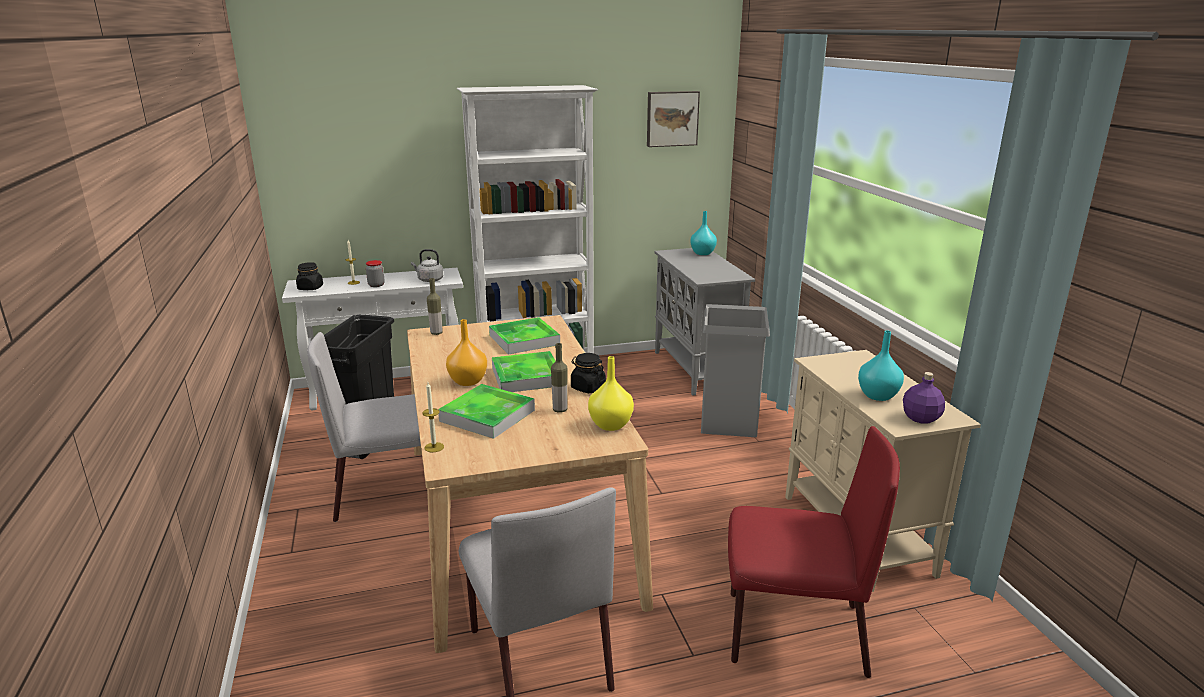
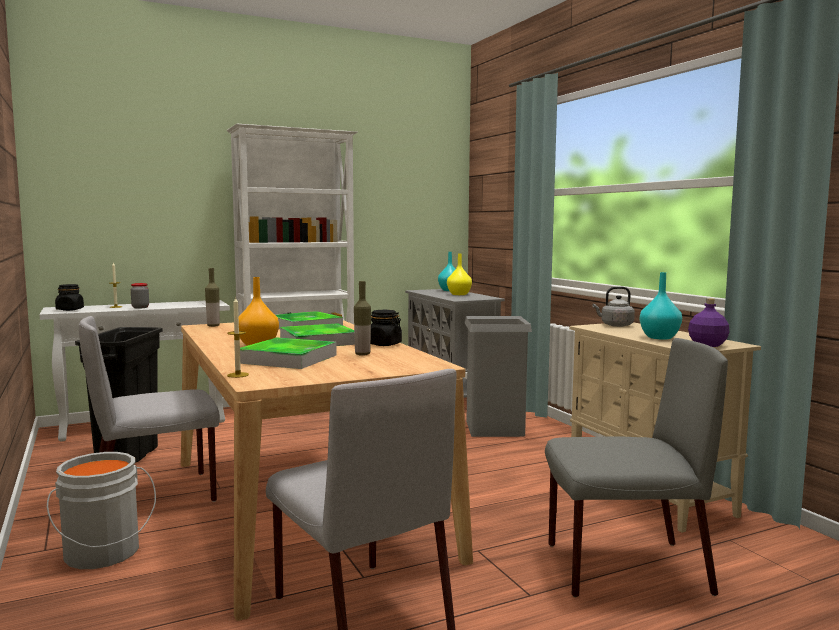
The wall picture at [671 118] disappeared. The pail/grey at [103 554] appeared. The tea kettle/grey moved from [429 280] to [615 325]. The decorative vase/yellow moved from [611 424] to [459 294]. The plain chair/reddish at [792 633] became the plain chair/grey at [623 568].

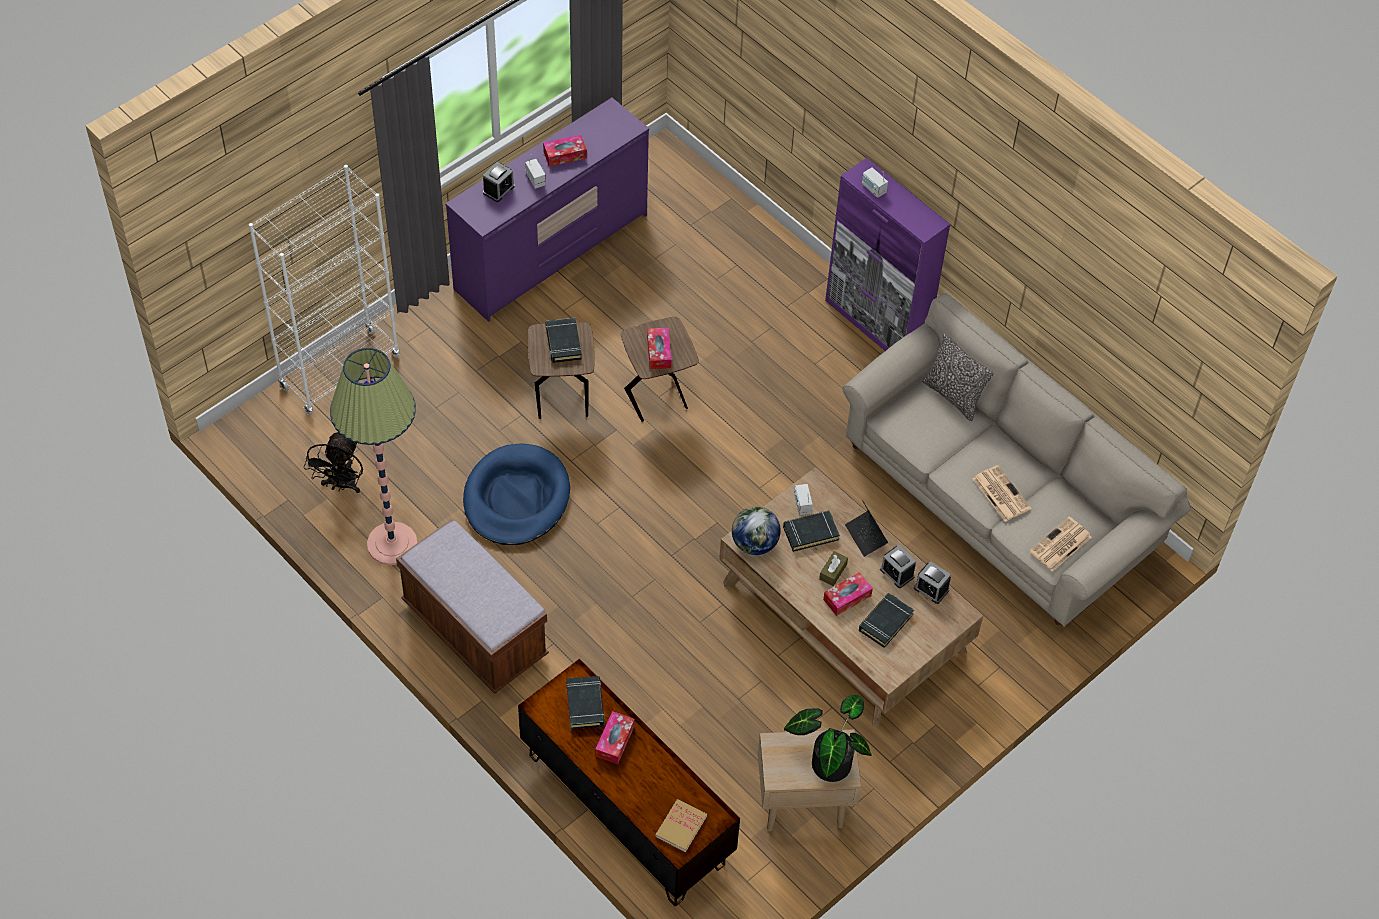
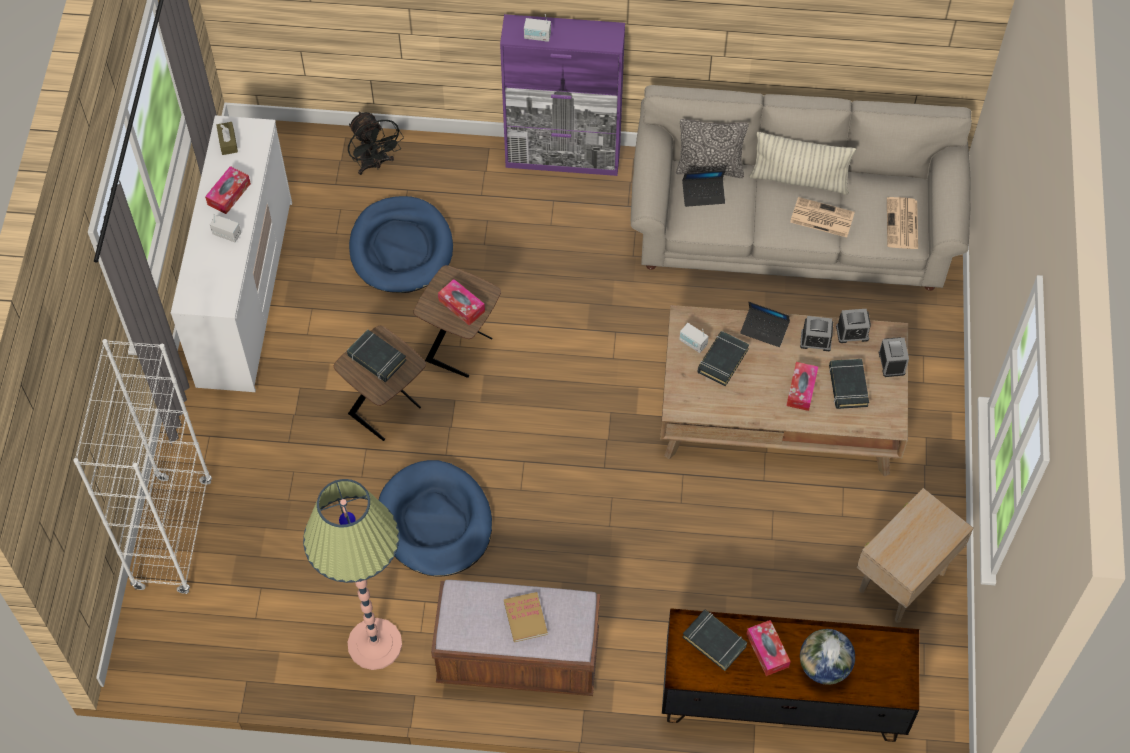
The plant in a pot at [828 761] disappeared. The pet bed/blue at [401 248] appeared. The portable computer at [703 194] appeared. The throw pillow at [799 180] appeared. The cooling fan/black moved from [341 485] to [375 164]. The table clock moved from [498 189] to [891 363]. The volume moved from [681 826] to [525 618]. The desk globe moved from [754 544] to [824 667]. The tissue holder/brownish moved from [833 572] to [228 142]. The dresser/purple at [552 252] became the dresser/white at [245 292].

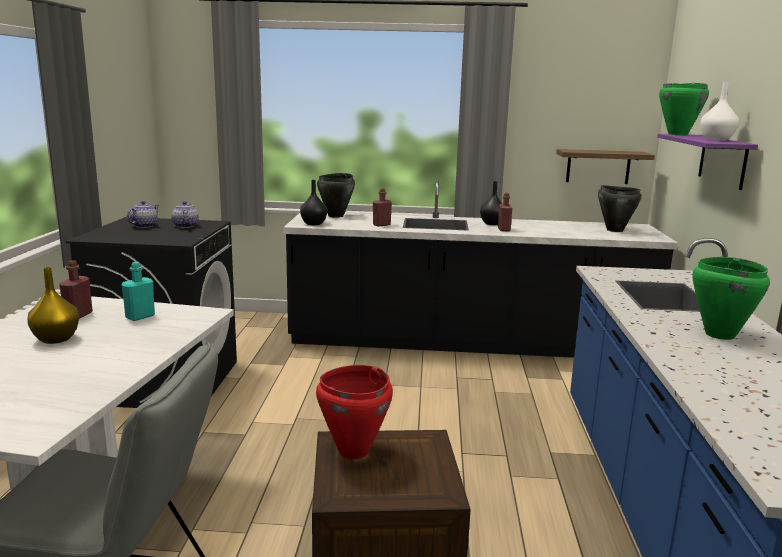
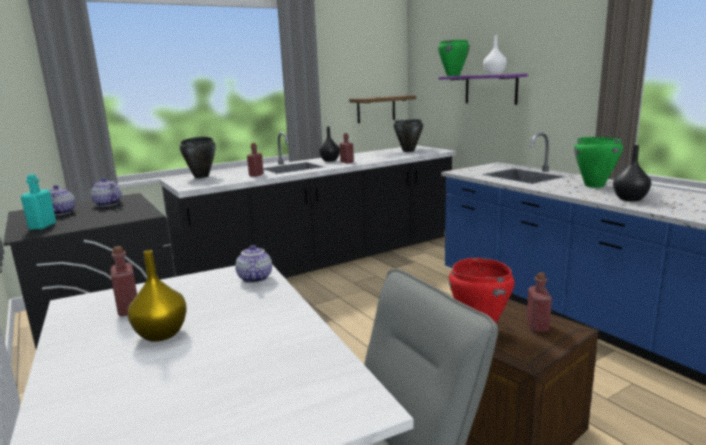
The pot for tea at [254 278] appeared. The beverage bottle/reddish at [537 326] appeared. The beverage bottle/turquoise-coloured moved from [140 316] to [42 226]. The decorative vase/black moved from [313 224] to [630 199].

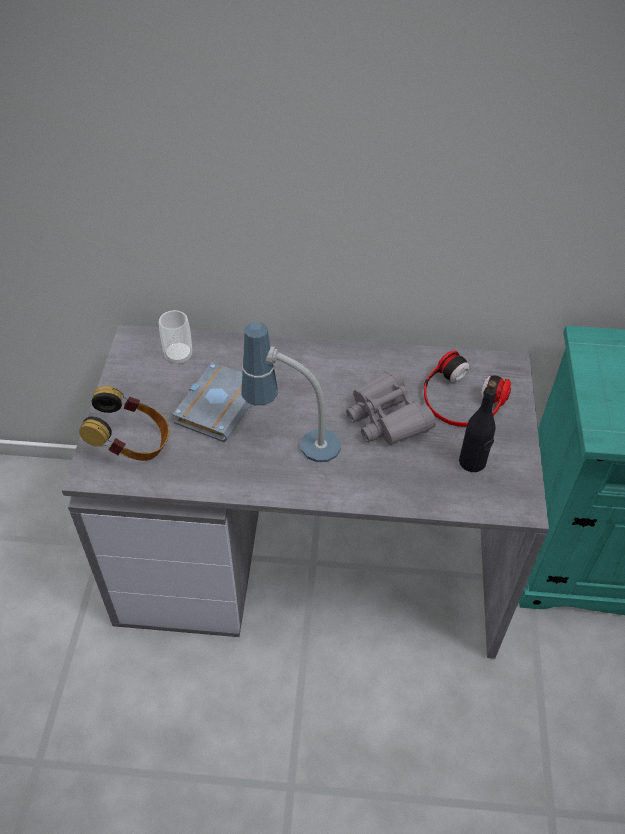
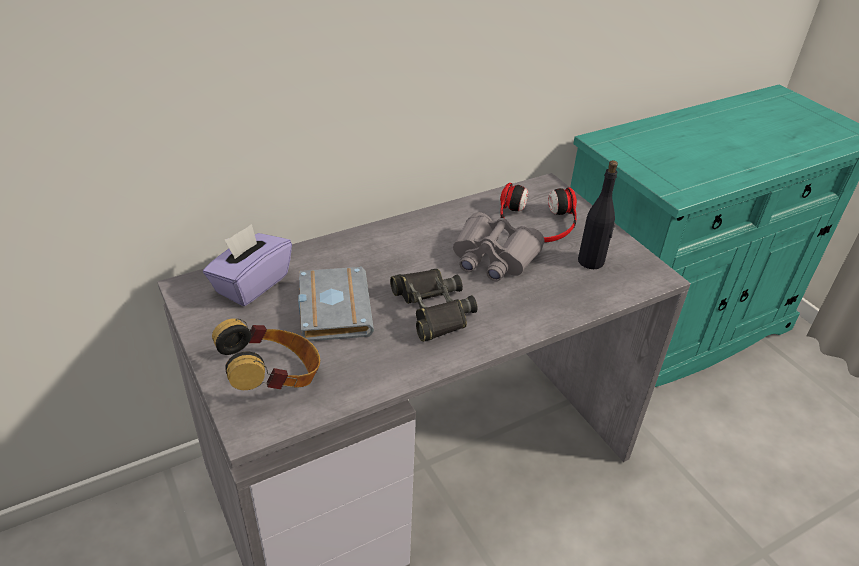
The drinking cup at [178 356] was replaced by the tissue holder/purple at [251 284]. The tabletop lamp at [292 442] was replaced by the binoculars/black at [432 309].

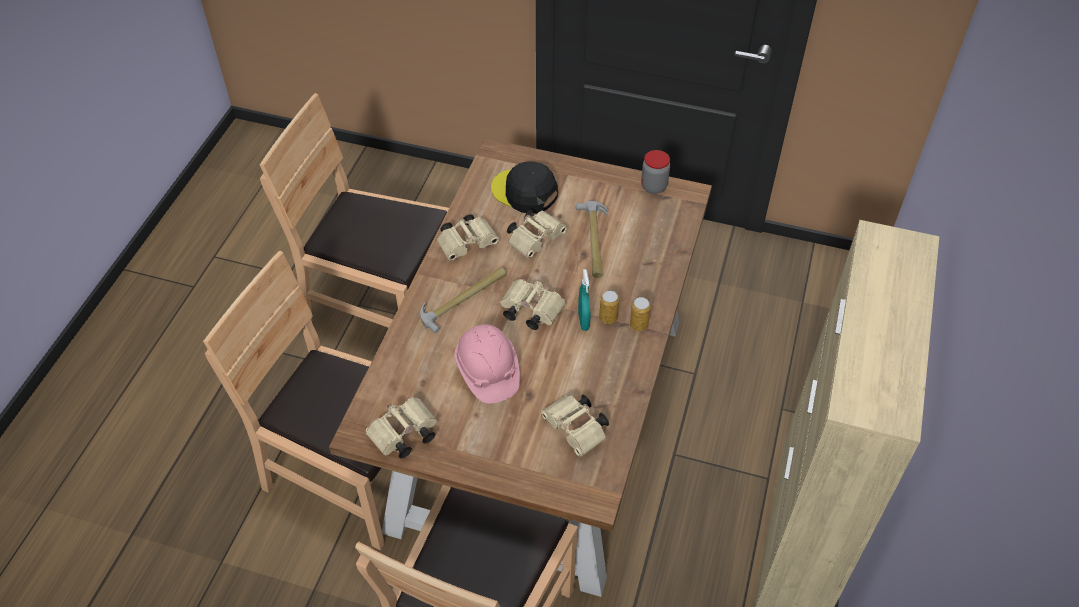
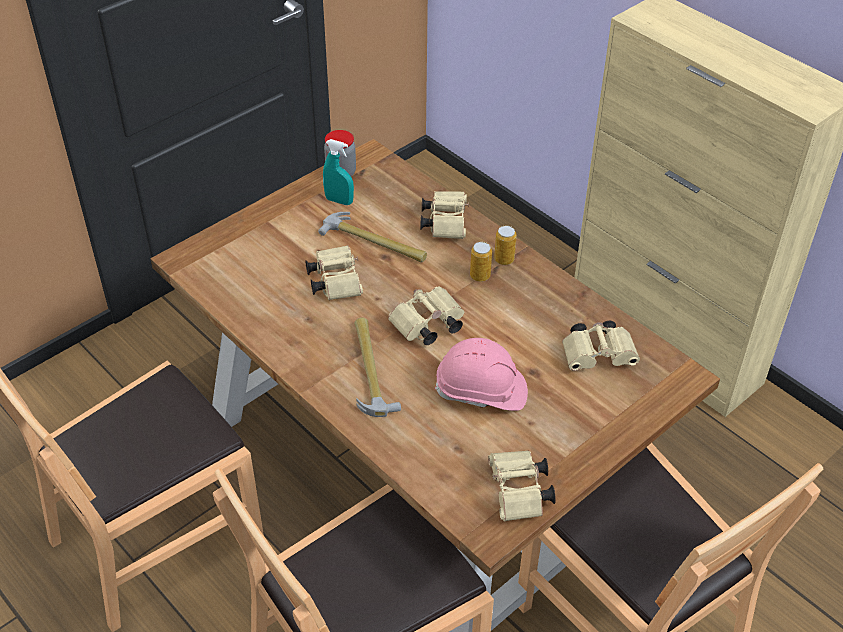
The baseball cap/black at [524 192] disappeared. The binoculars/sand-coloured moved from [468 244] to [445 222]. The hand sprayer/turquoise-coloured moved from [583 321] to [339 201].

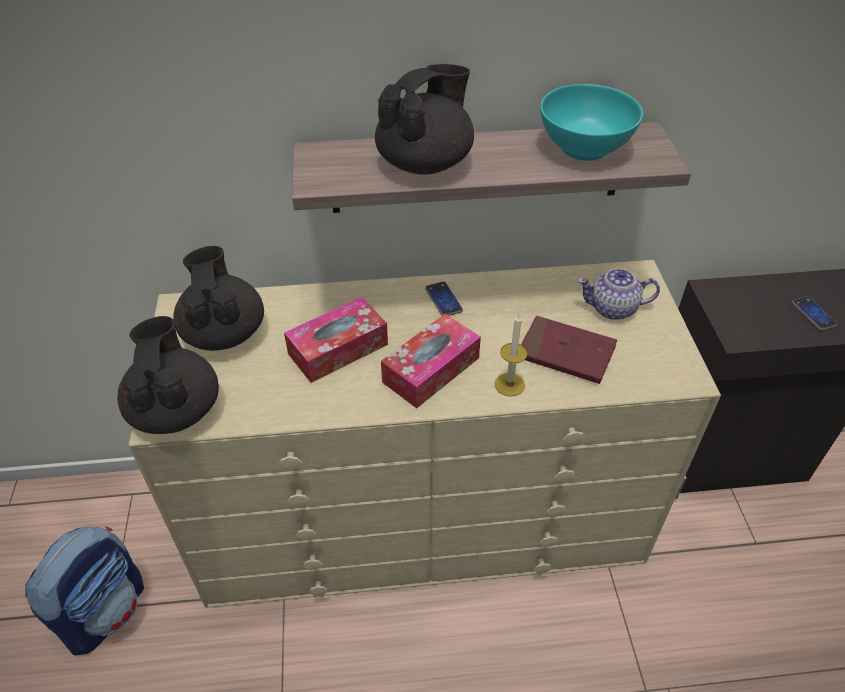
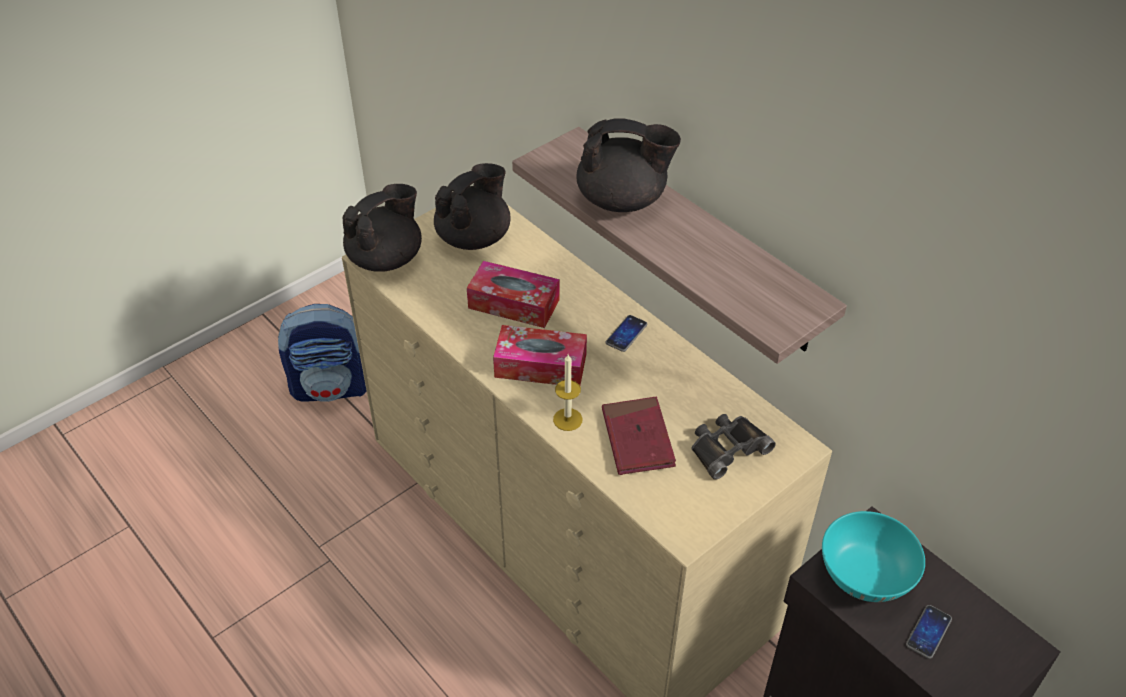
The deep dish/turquoise-coloured moved from [583 148] to [864 576]. The pot for tea at [613 308] was replaced by the binoculars/black at [727 448].

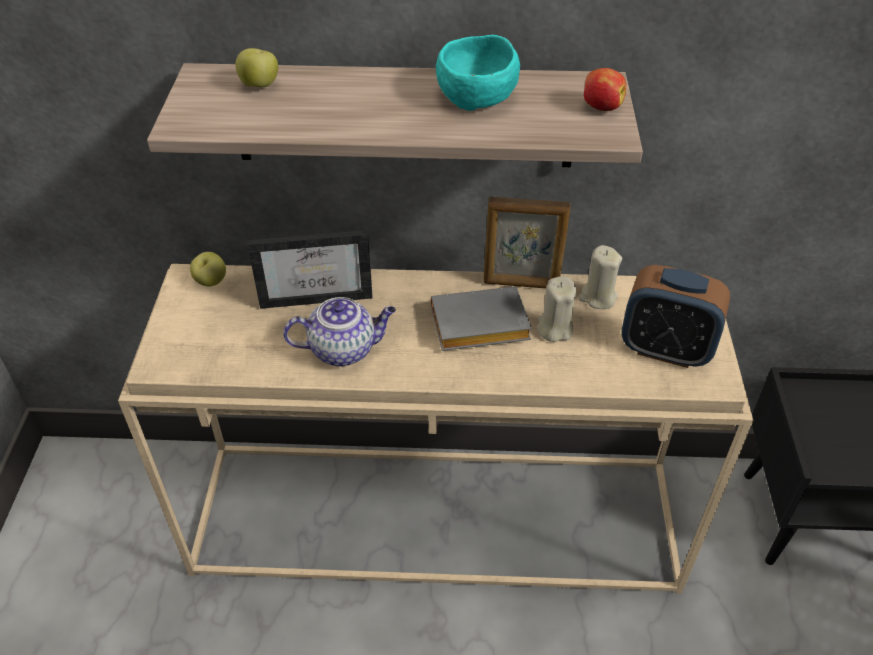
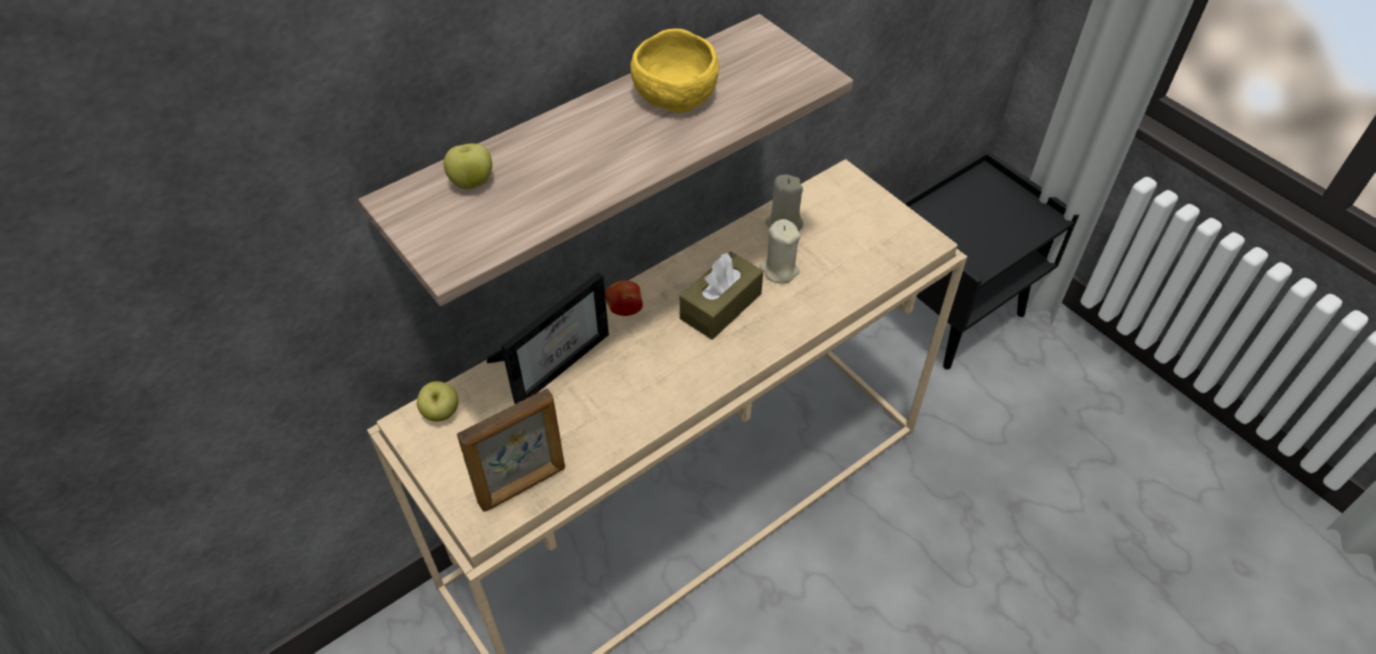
The pot for tea at [344 349] disappeared. The table clock at [665 349] disappeared. The picture frame moved from [521 284] to [523 486]. The whole apple moved from [601 107] to [624 309]. The volume/grey at [477 327] was replaced by the tissue holder/brownish at [721 306]. The deep dish/turquoise-coloured at [475 97] became the deep dish/yellow at [675 95].

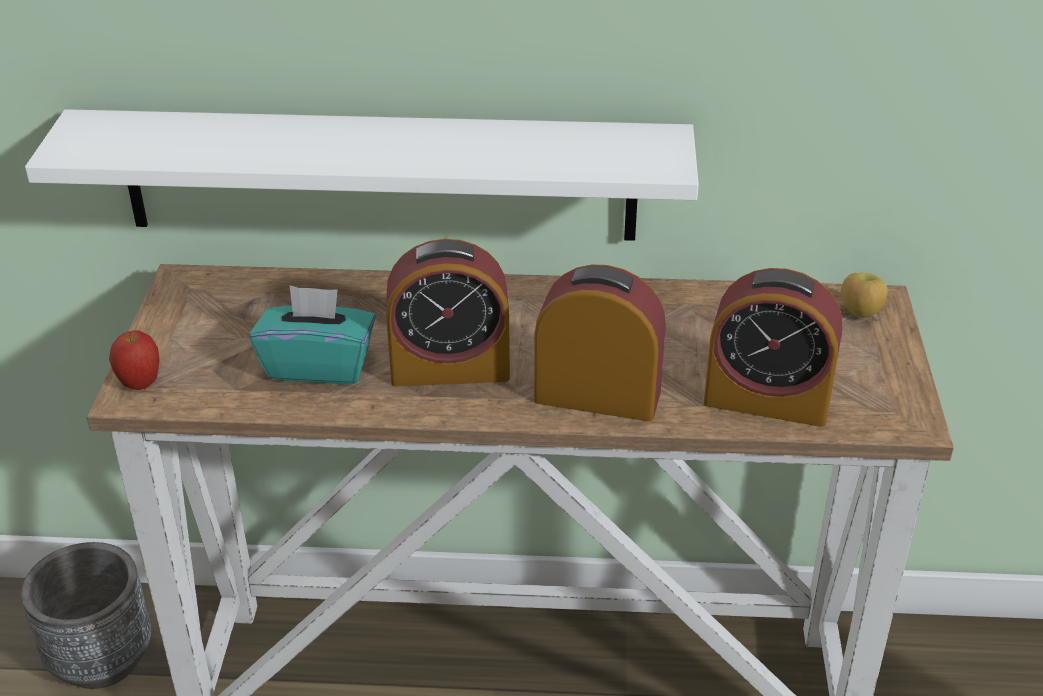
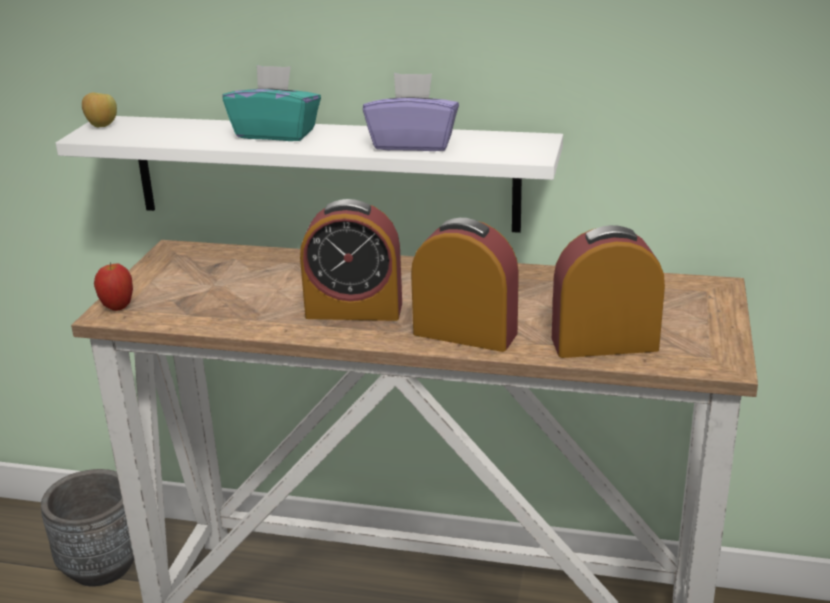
The tissue holder/purple at [413 144] appeared. The tissue holder/turquoise-coloured moved from [318 365] to [276 133]. The whole apple moved from [860 313] to [101 126]. The table clock at [767 400] turned 150 degrees clockwise.

